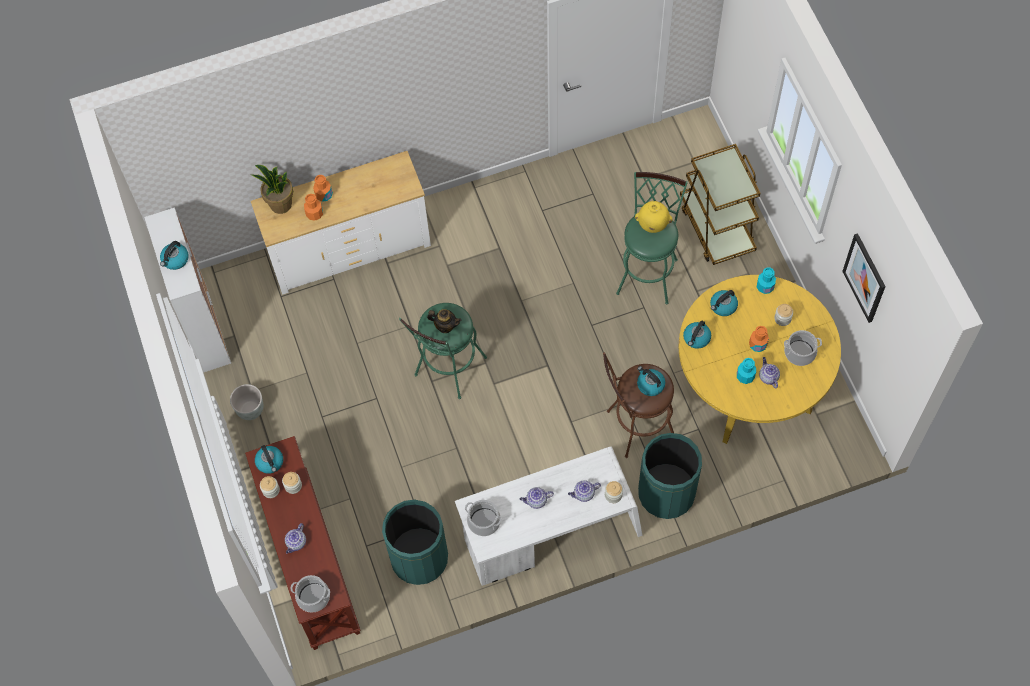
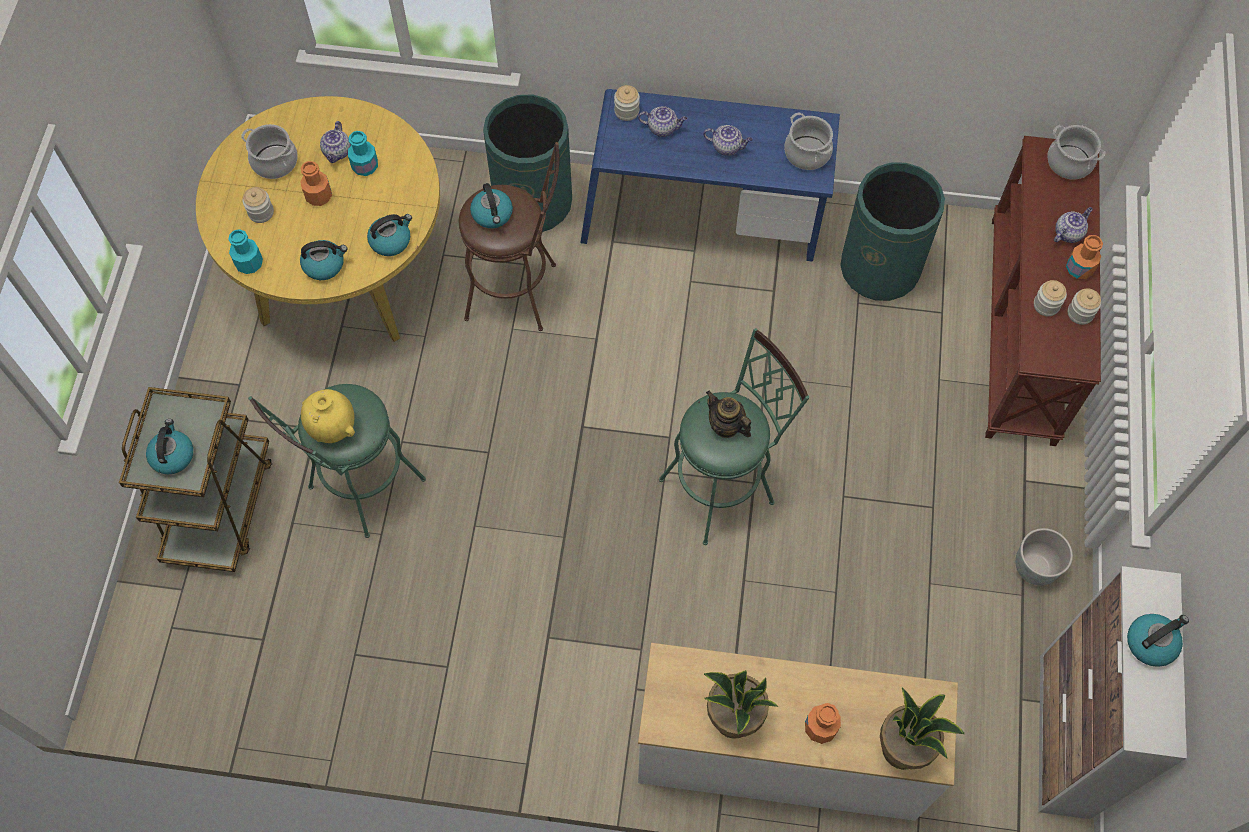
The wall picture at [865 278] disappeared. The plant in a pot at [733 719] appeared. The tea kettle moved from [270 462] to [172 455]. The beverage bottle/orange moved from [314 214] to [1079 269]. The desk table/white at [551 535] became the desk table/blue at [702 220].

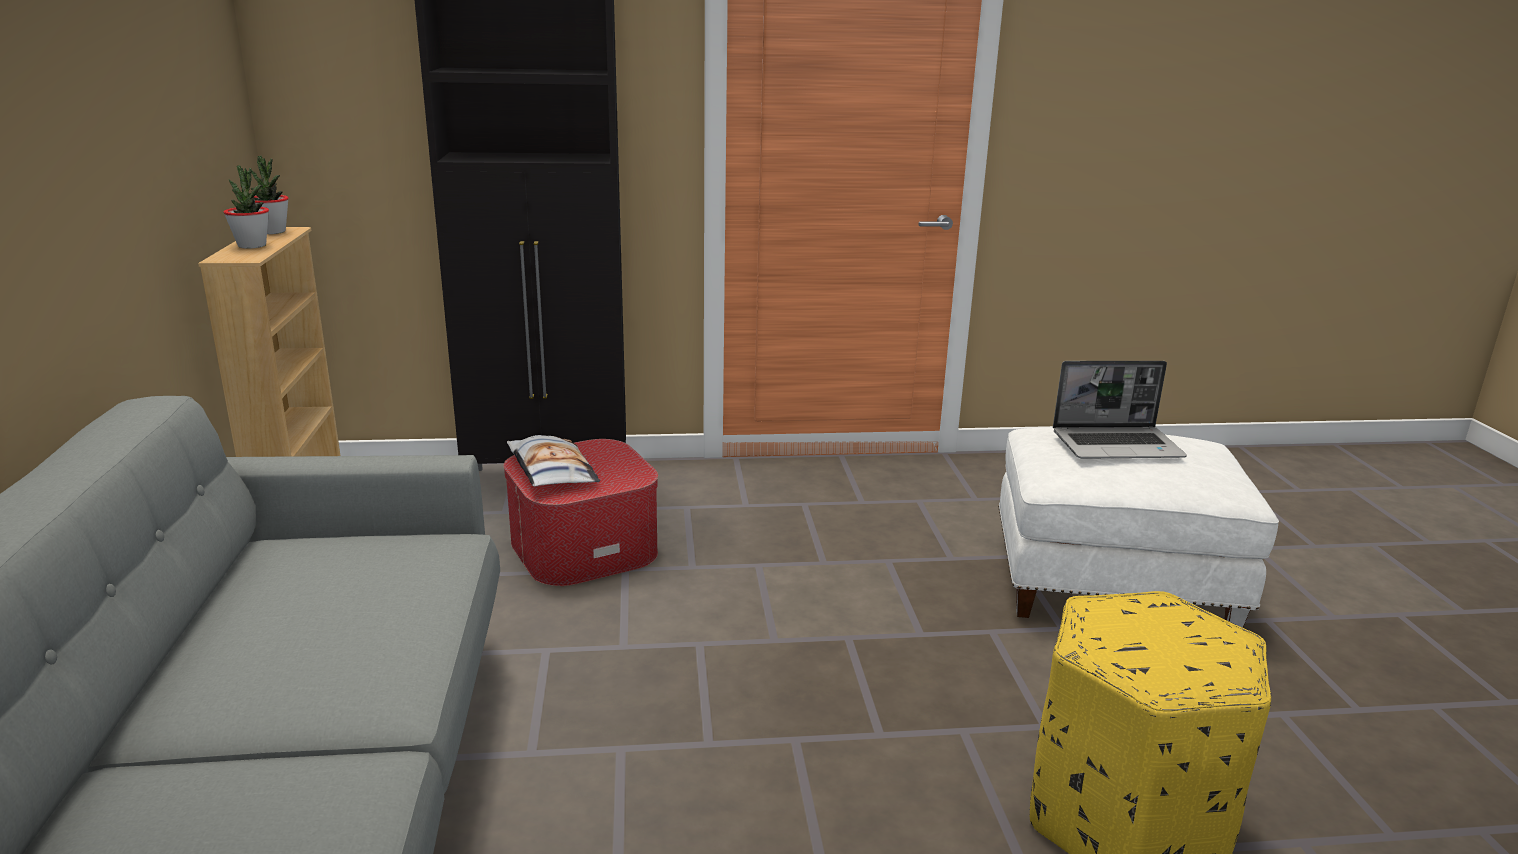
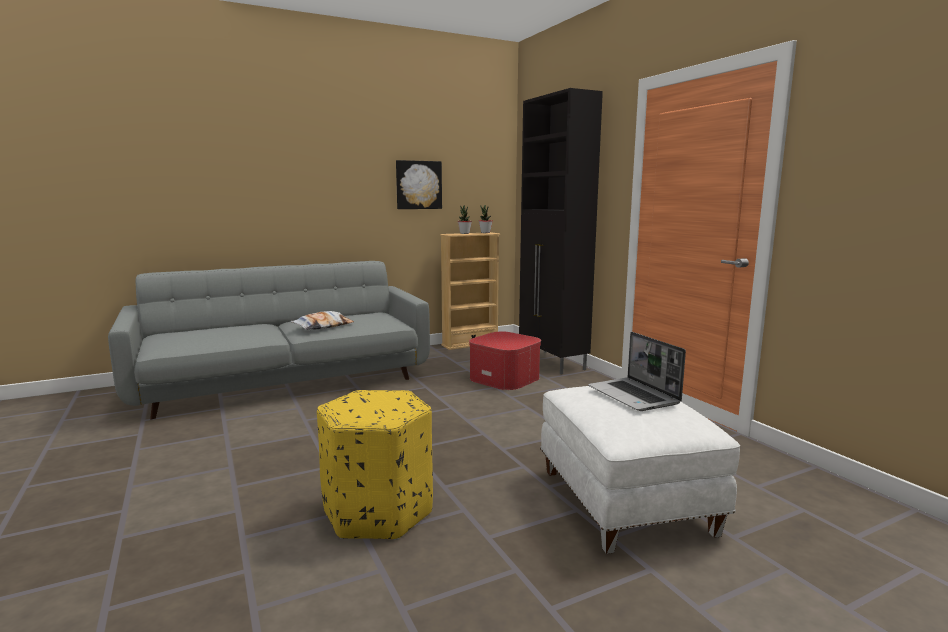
The wall picture at [418 185] appeared. The throw pillow moved from [551 471] to [323 326].

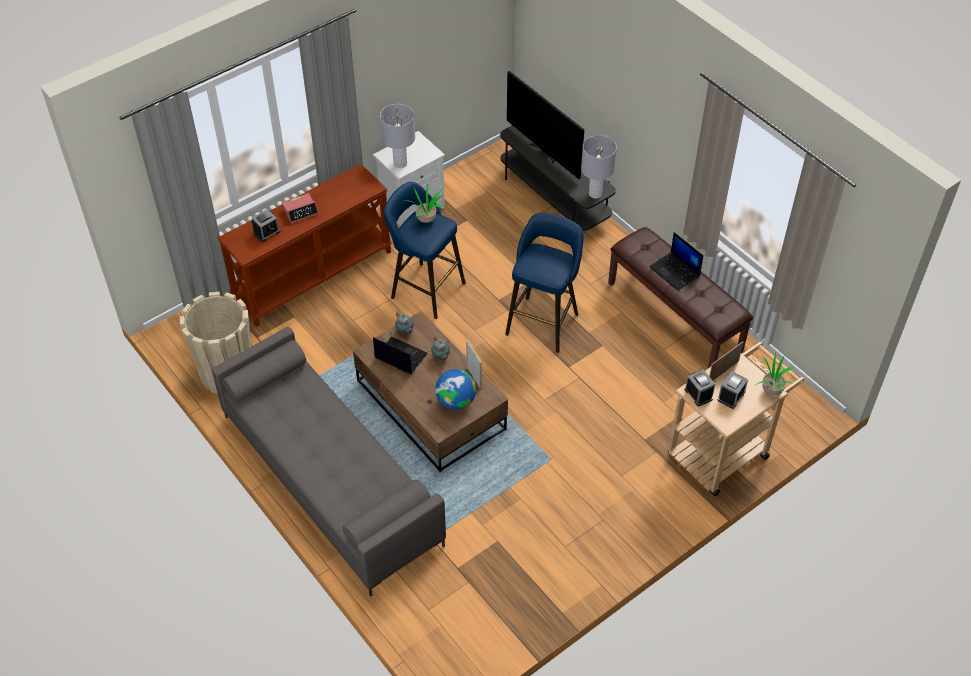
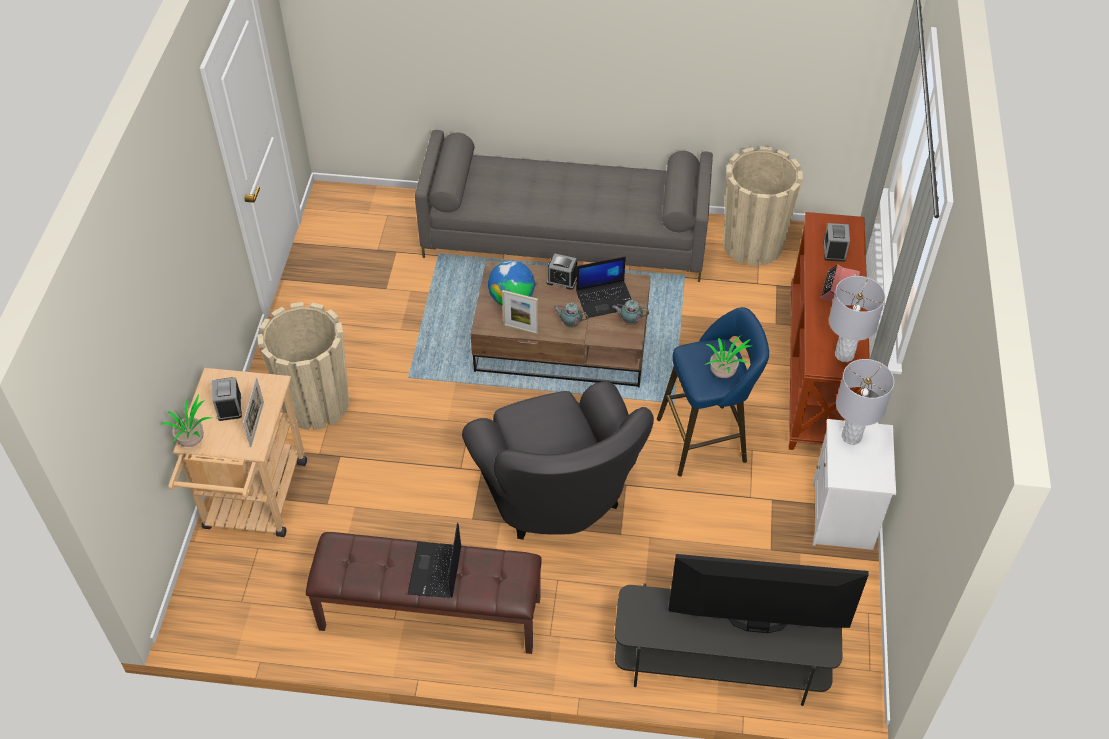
The planter/sand-coloured at [315 403] appeared. The tabletop lamp/grey moved from [595 194] to [844 354]. The table clock moved from [698 394] to [562 280]. The stool seat/blue at [543 321] was replaced by the easy chair/grey at [557 498]. The portable computer at [675 271] turned 90 degrees counterclockwise.

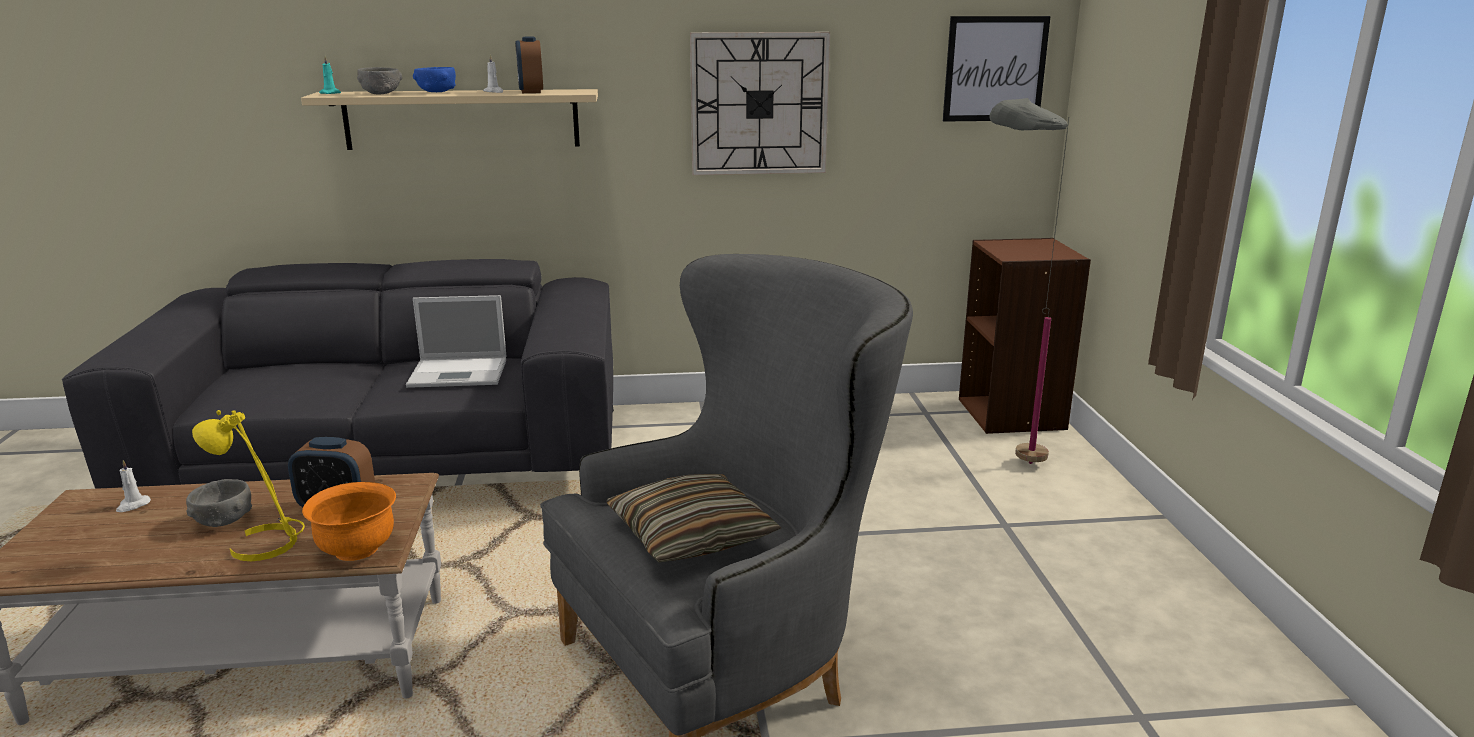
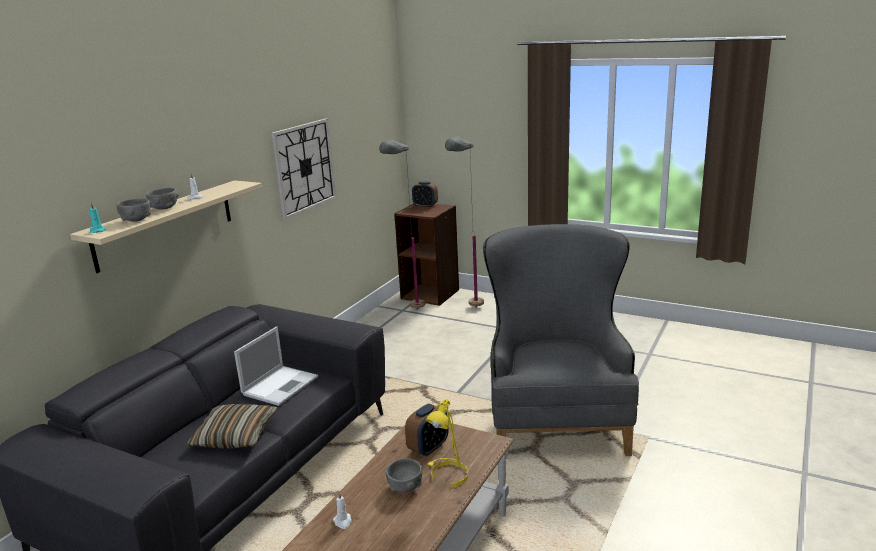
The deep dish/orange at [357 549] disappeared. The wall picture at [995 69] disappeared. The standing lamp/grey at [409 314] appeared. The table clock moved from [531 91] to [425 206]. The throw pillow moved from [691 535] to [235 435]. The deep dish/blue at [437 92] became the deep dish/grey at [164 208].

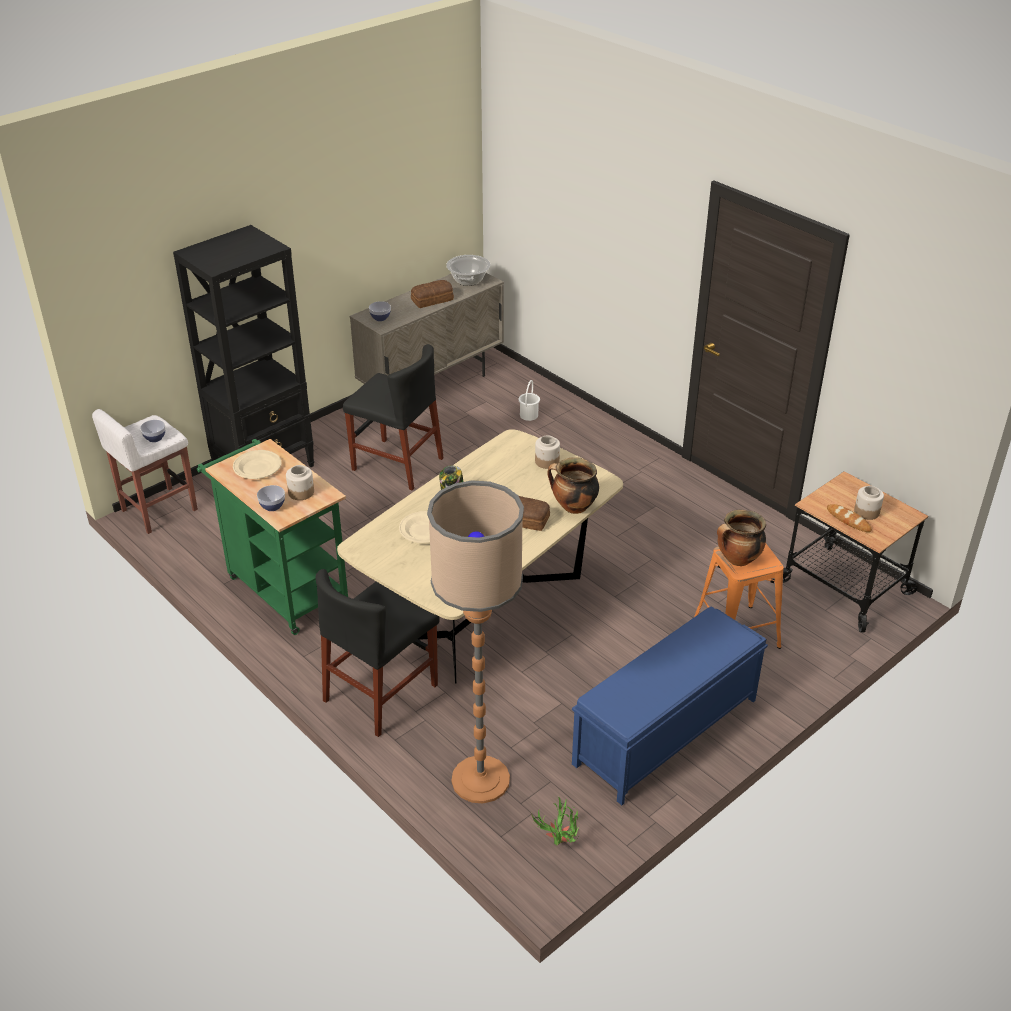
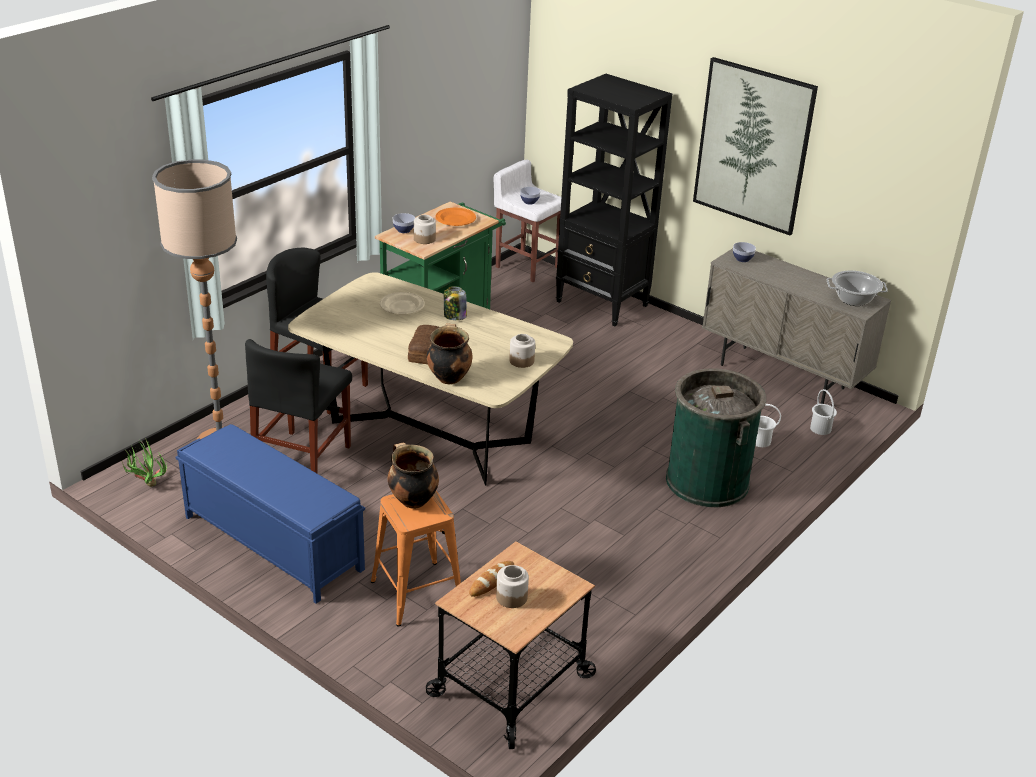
The bakery bread at [433 300] disappeared. The trash can/green-coloured at [707 481] appeared. The wall picture at [753 146] appeared. The pail/white at [820 428] appeared. The plain chair/black moved from [397 464] to [302 460]. The dinner plate/sand-coloured at [257 467] became the dinner plate/orange at [455 219].

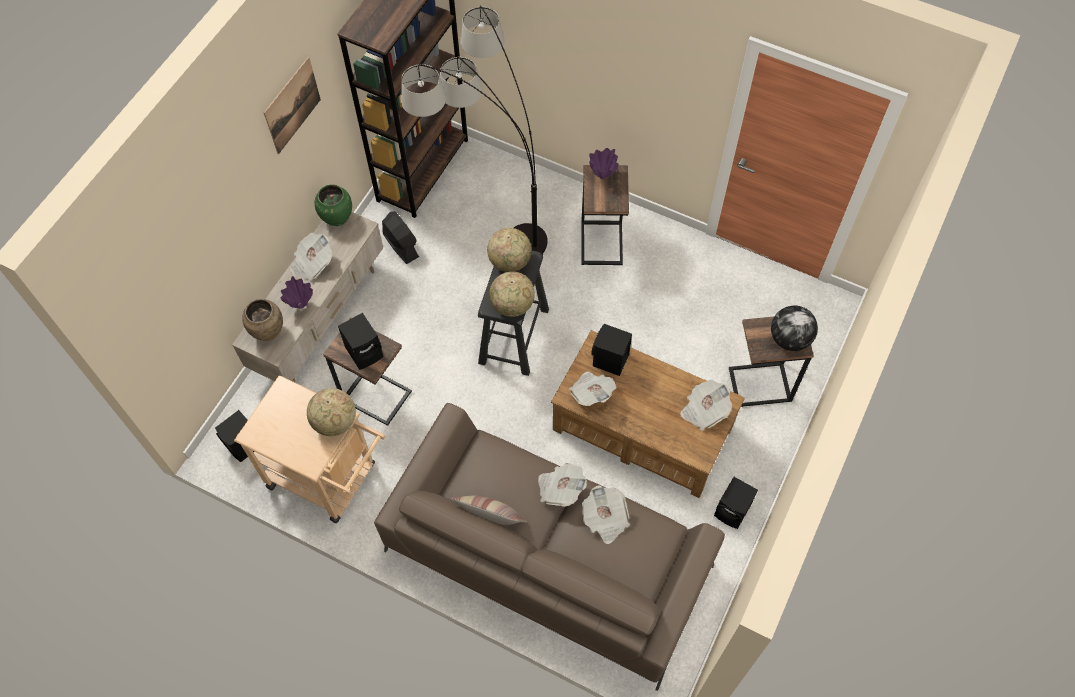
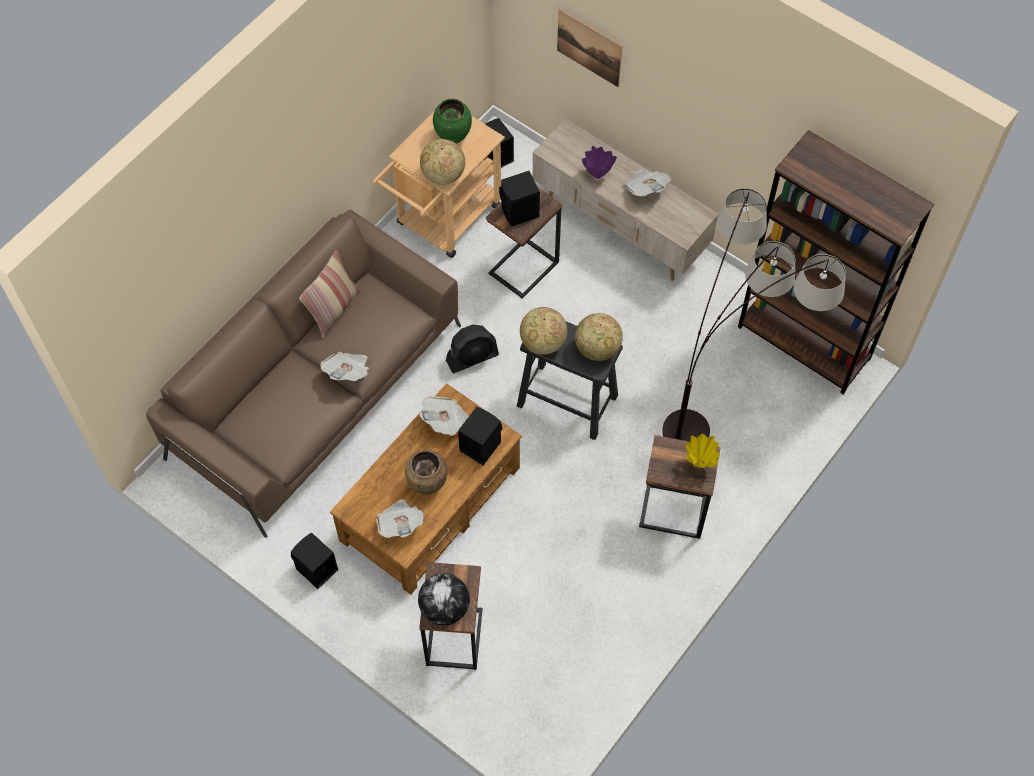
The printed paper at [605 519] disappeared. The decorative vase/brownish moved from [268 332] to [427 484]. The wall picture moved from [292 105] to [589 47]. The decorative vase/green-coloured moved from [337 219] to [452 136]. The cooling fan/black moved from [401 245] to [472 358]. The decorative vase/purple at [602 176] became the decorative vase/yellow at [699 463].

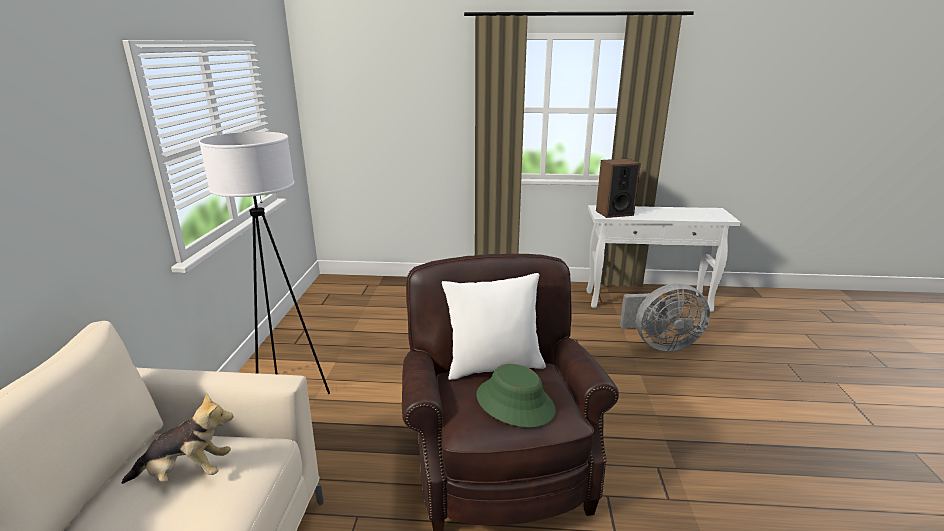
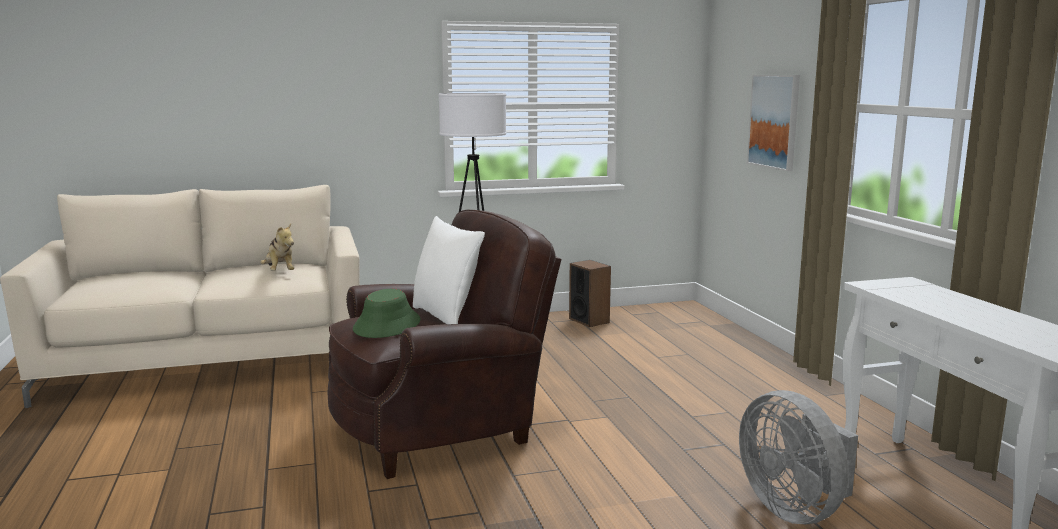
The wall picture at [774 121] appeared. The speaker moved from [614 213] to [589 320].

